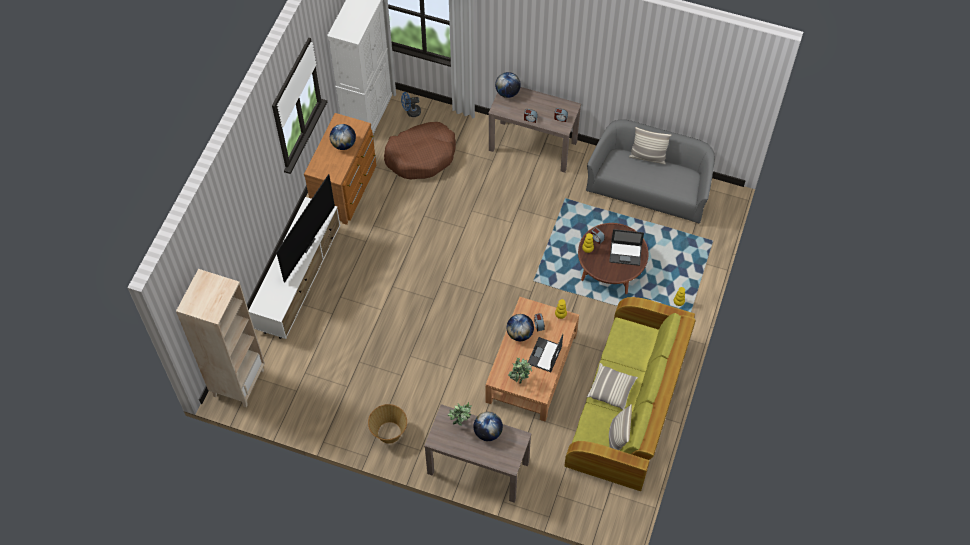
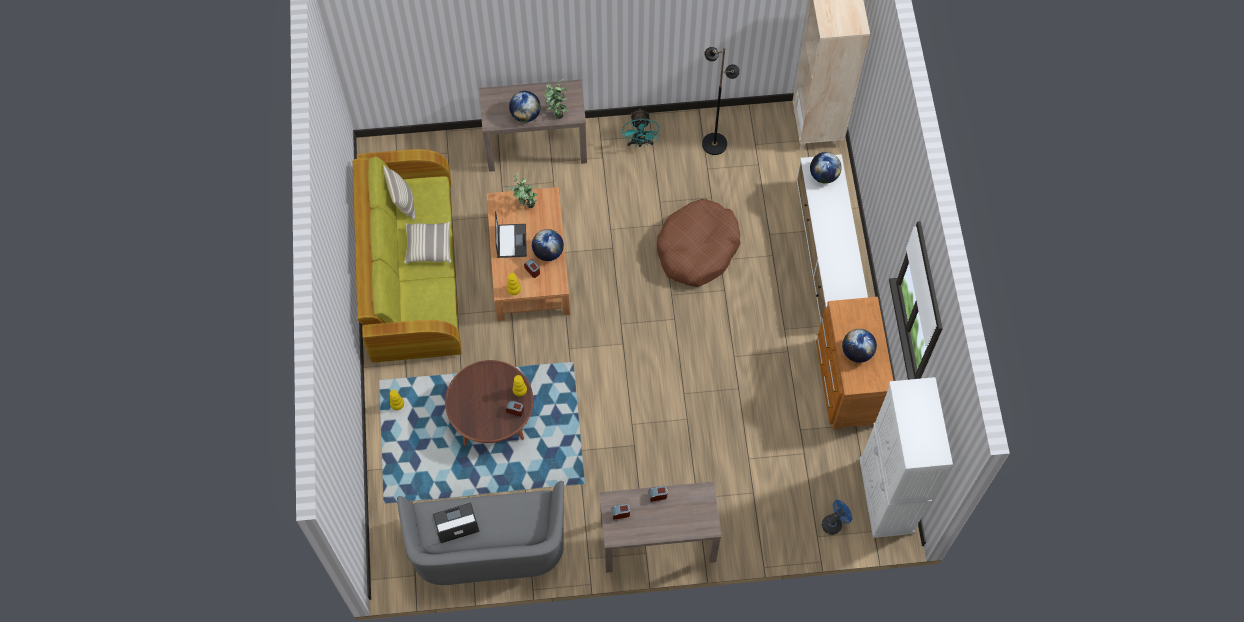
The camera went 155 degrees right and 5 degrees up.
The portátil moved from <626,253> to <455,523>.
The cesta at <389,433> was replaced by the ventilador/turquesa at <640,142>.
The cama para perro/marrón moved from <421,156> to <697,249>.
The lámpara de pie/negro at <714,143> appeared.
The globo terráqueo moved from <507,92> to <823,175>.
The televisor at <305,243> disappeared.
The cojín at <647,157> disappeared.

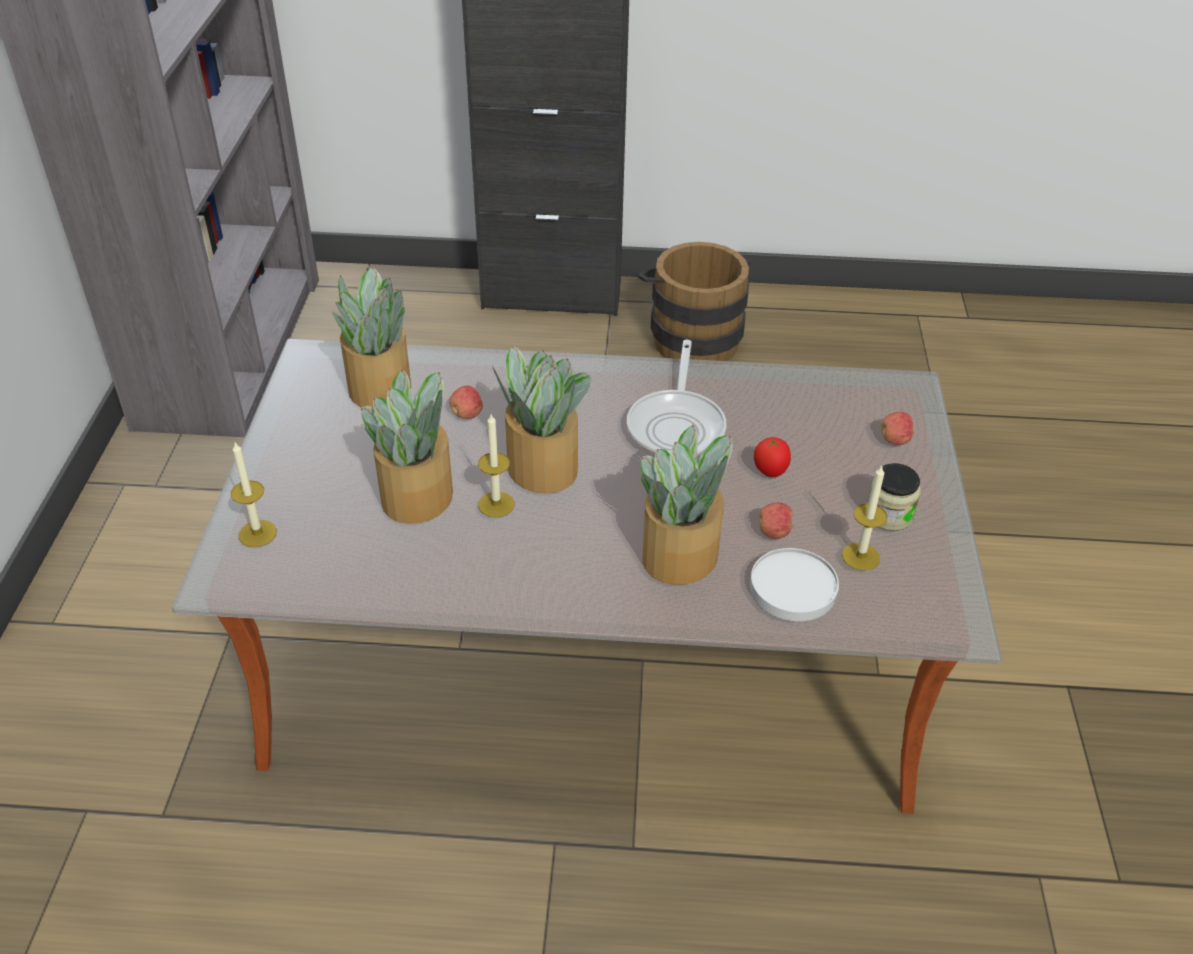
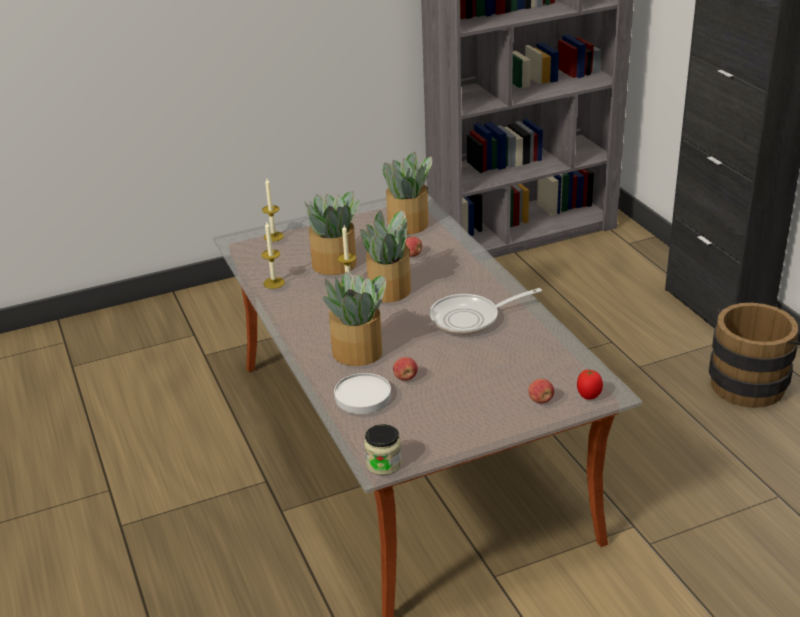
The camera went 65 degrees right and 10 degrees down.
The vela moved from <860,556> to <274,283>.
The tarro moved from <889,514> to <383,464>.
The tomate moved from <770,472> to <589,396>.

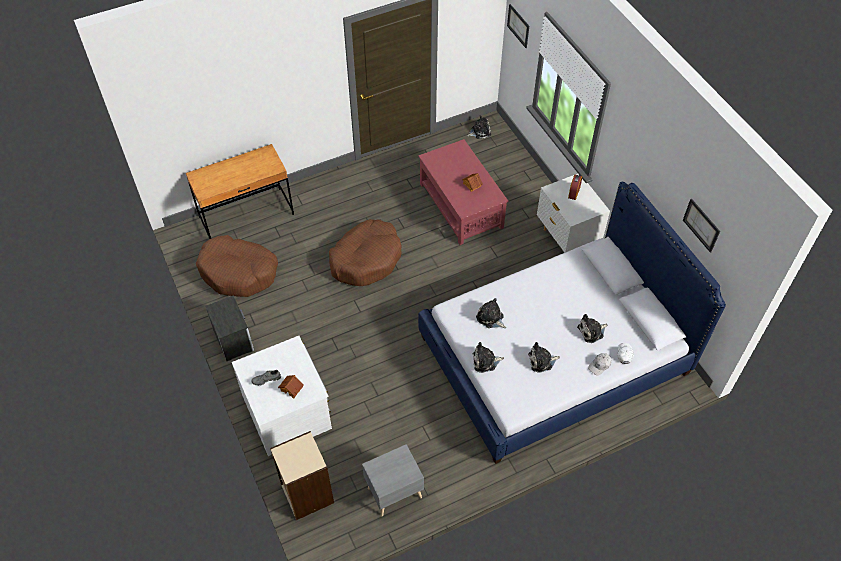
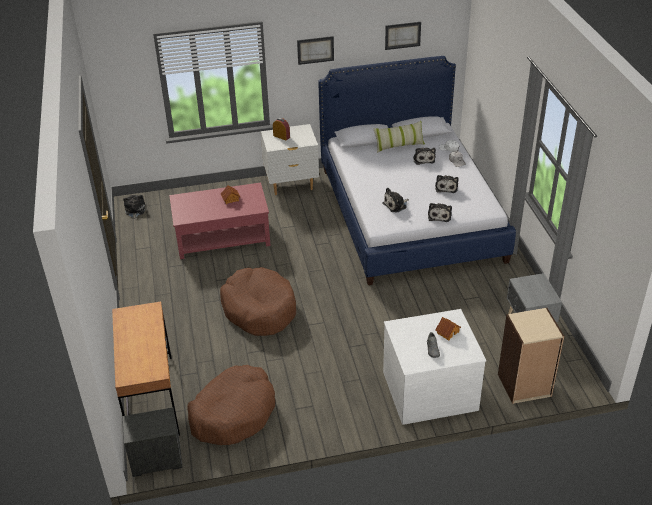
The camera went 75 degrees left and 15 degrees down.
The mesita de noche moved from <233,339> to <155,458>.
The cuadro moved from <518,25> to <315,50>.
The cojín at <399,145> appeared.

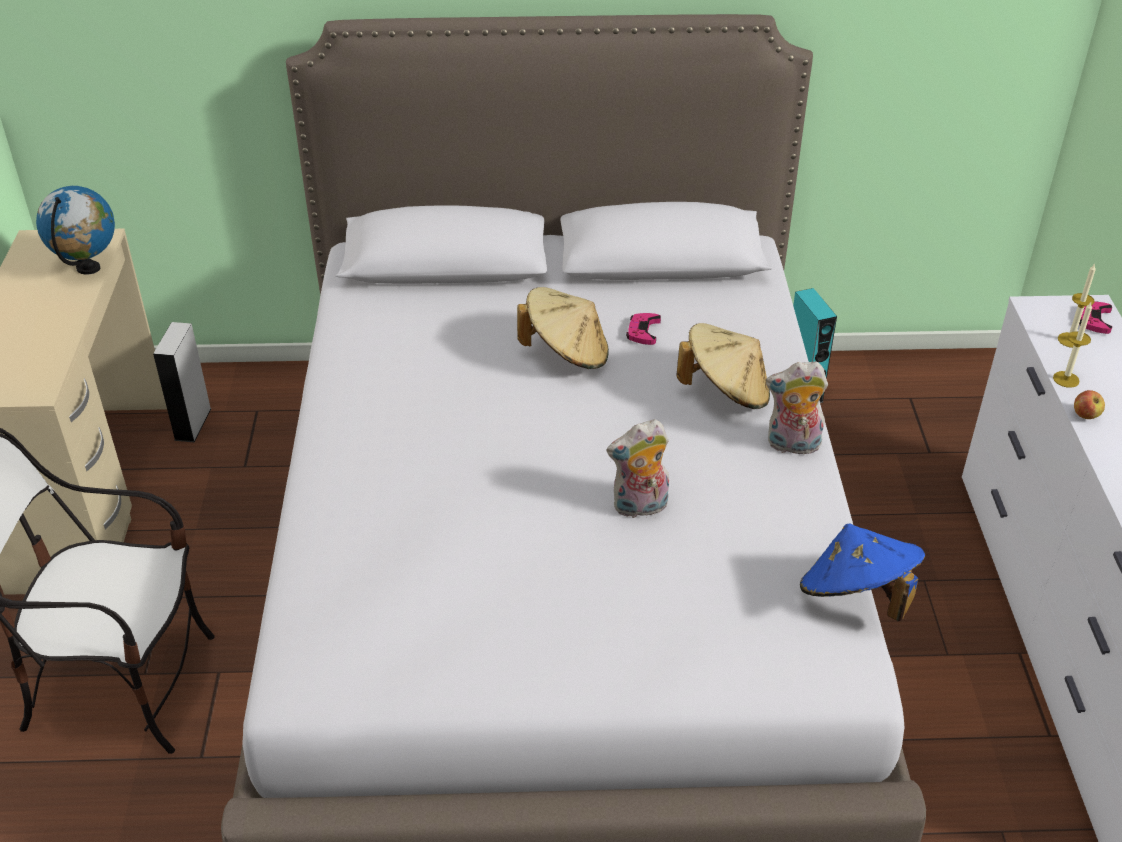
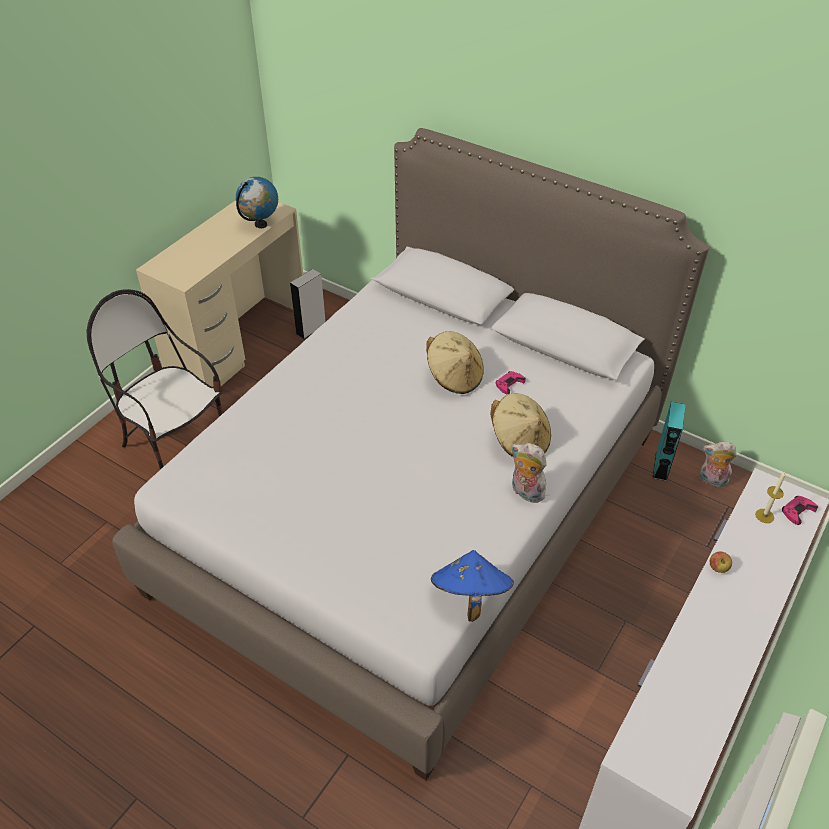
The camera went 35 degrees right and 5 degrees up.
The peluche moved from <639,507> to <712,480>.
The vela at <1066,379> disappeared.

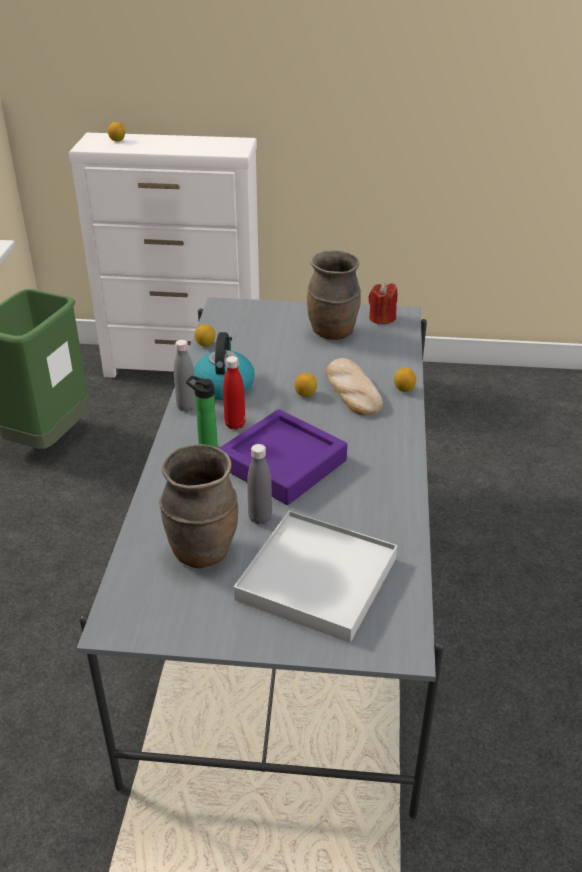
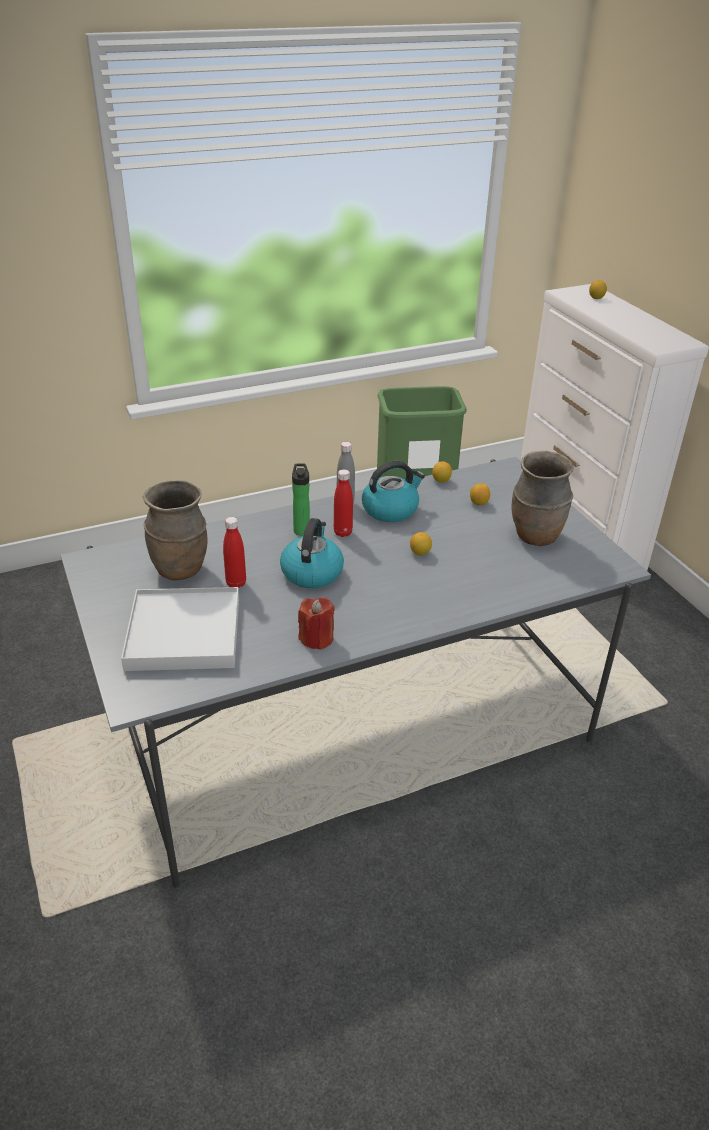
The camera went 60 degrees right and 0 degrees up.
The botella/gris at <260,518> became the botella/rojo at <236,583>.
The bandeja/morado at <282,463> was replaced by the hervidor at <312,572>.
The vela/rojo moved from <382,318> to <316,638>.
The limón moved from <404,389> to <478,503>.
The pan at <352,390> disappeared.

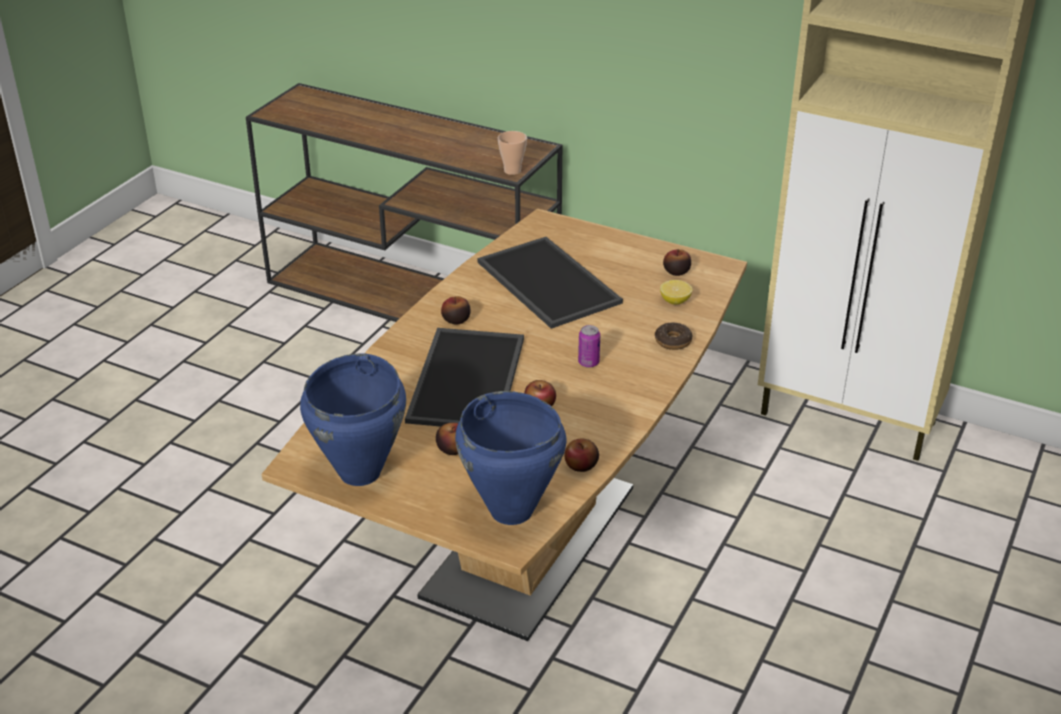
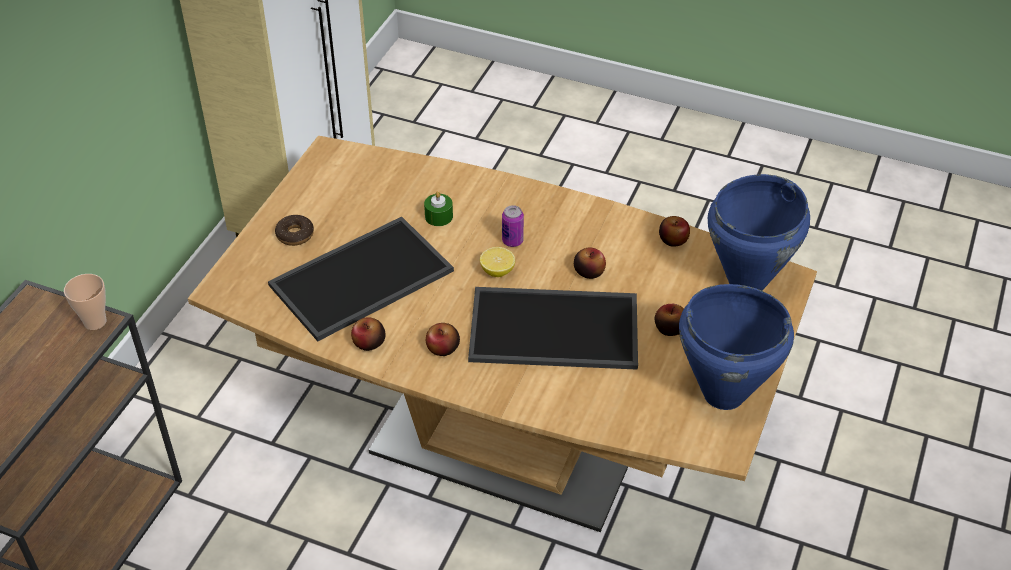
The camera went 95 degrees left and 10 degrees up.
The rosquilla moved from <673,341> to <295,235>.
The manzana moved from <676,272> to <369,343>.
The vela/verde at <439,216> appeared.
The limón moved from <675,301> to <497,271>.

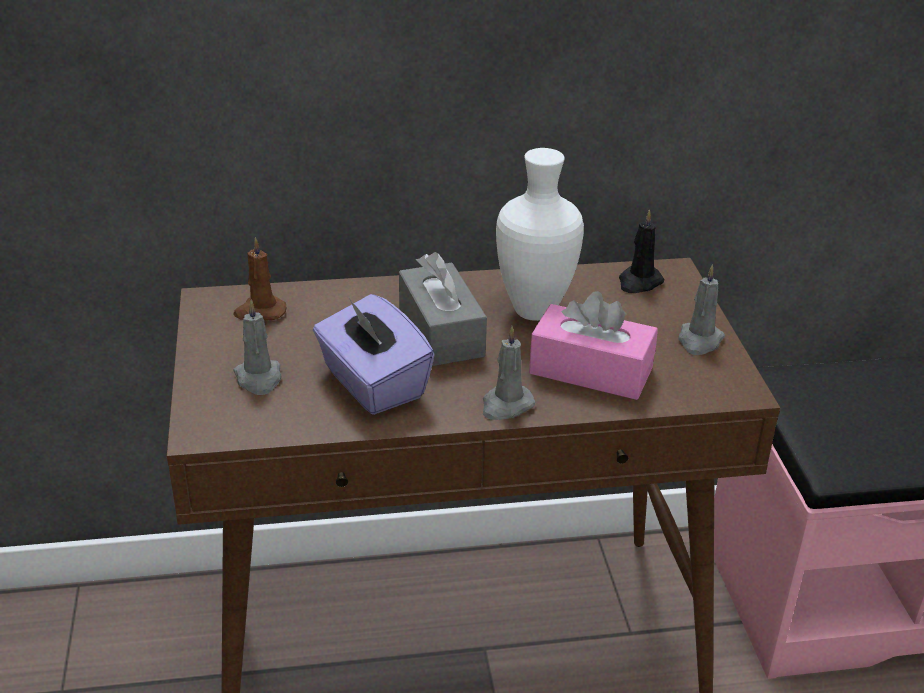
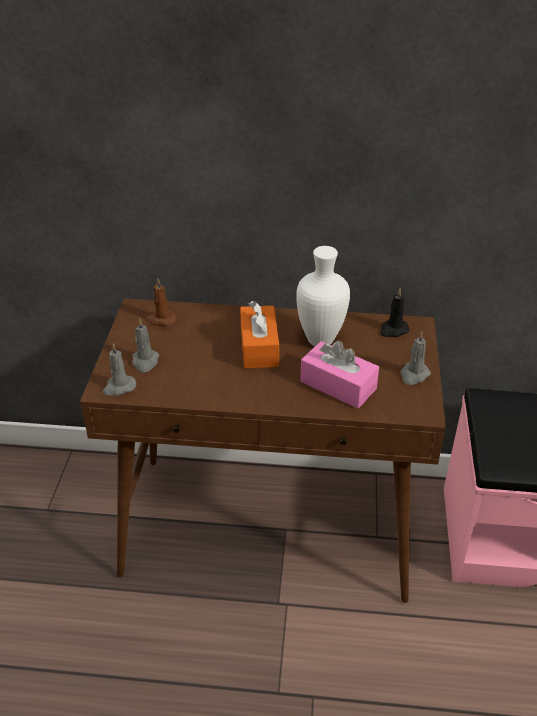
The camera went 15 degrees right and 5 degrees up.
The vela/gris moved from <506,405> to <119,387>.
The caja de pañuelos/gris at <441,332> became the caja de pañuelos/naranja at <259,347>.
The caja de pañuelos/morado at <372,384> disappeared.

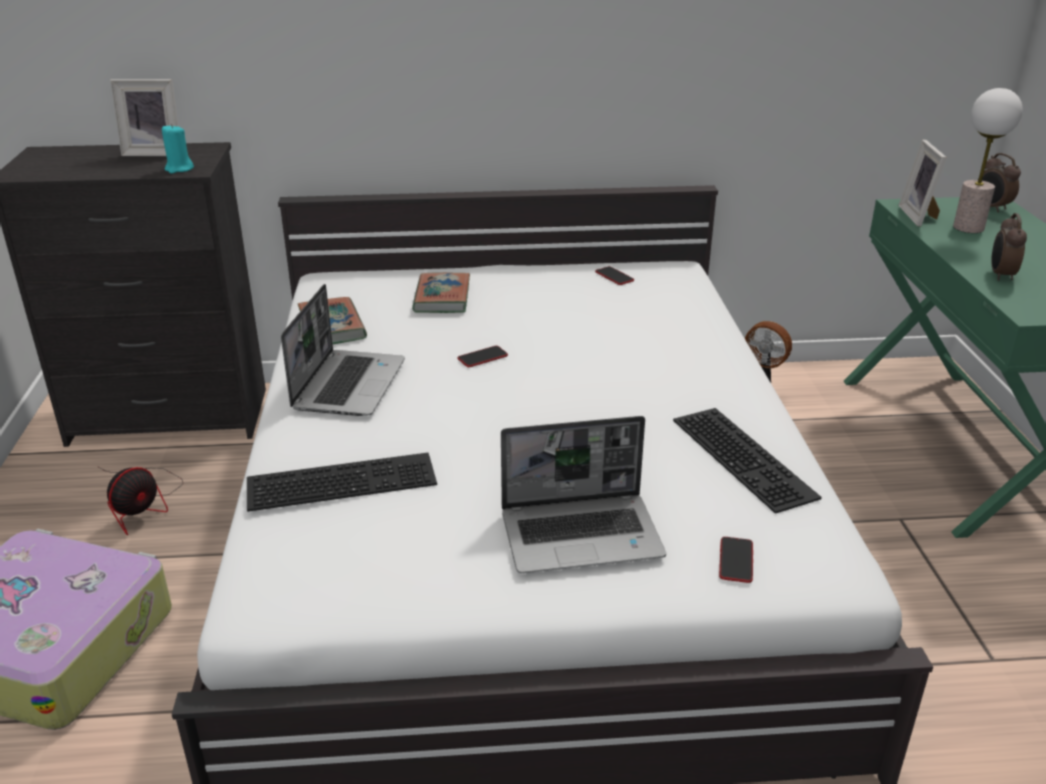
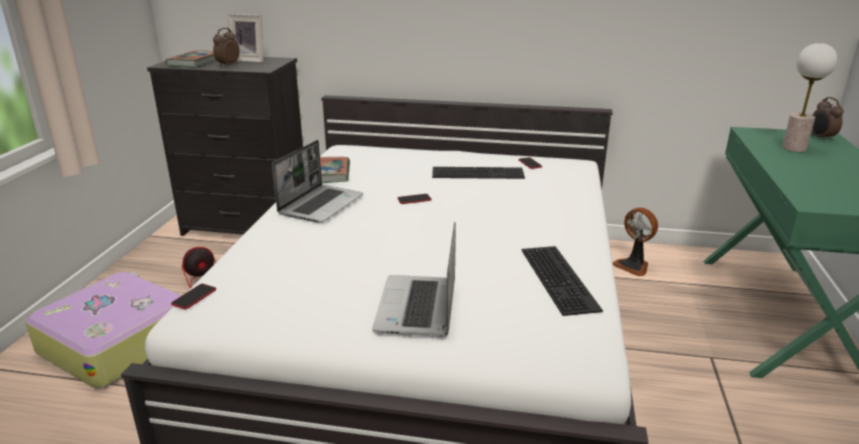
The camera went 15 degrees right and 5 degrees down.
The libro moved from <442,298> to <194,63>.
The móvil moved from <736,560> to <194,297>.
The despertador moved from <1000,275> to <227,65>.
The portátil at <583,534> turned 90 degrees clockwise.
The teclado moved from <343,479> to <478,172>.
The vela/turquesa at <179,169> disappeared.
The portarretratos at <920,216> disappeared.

